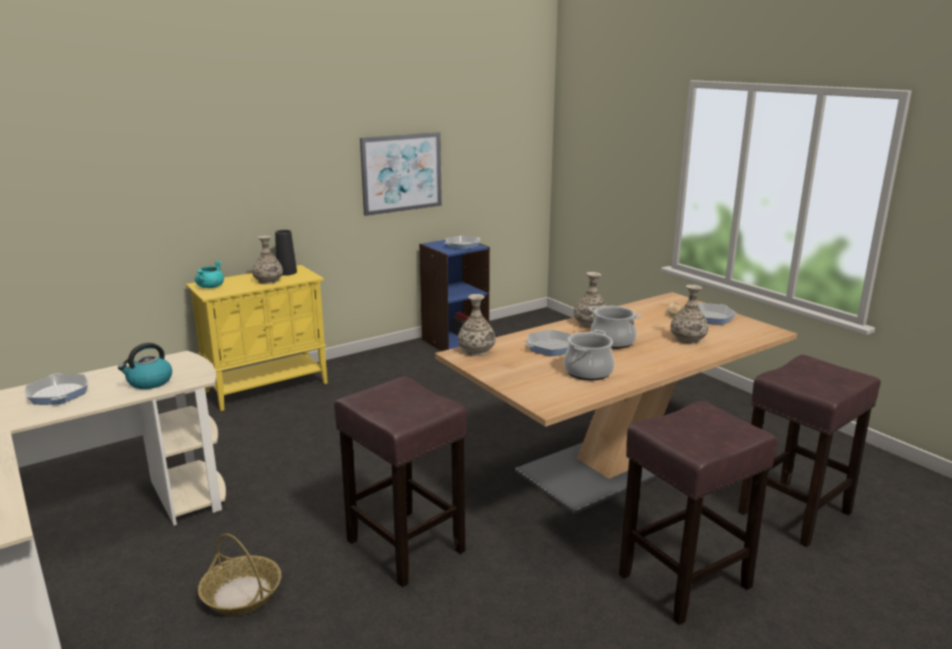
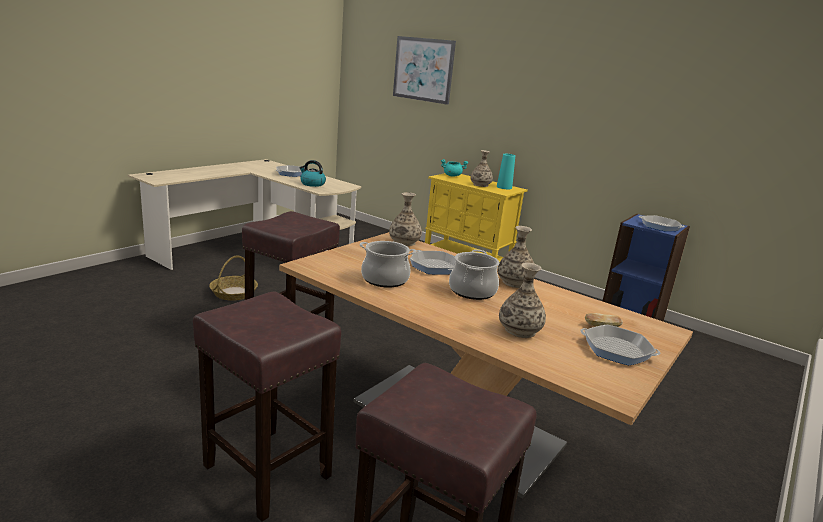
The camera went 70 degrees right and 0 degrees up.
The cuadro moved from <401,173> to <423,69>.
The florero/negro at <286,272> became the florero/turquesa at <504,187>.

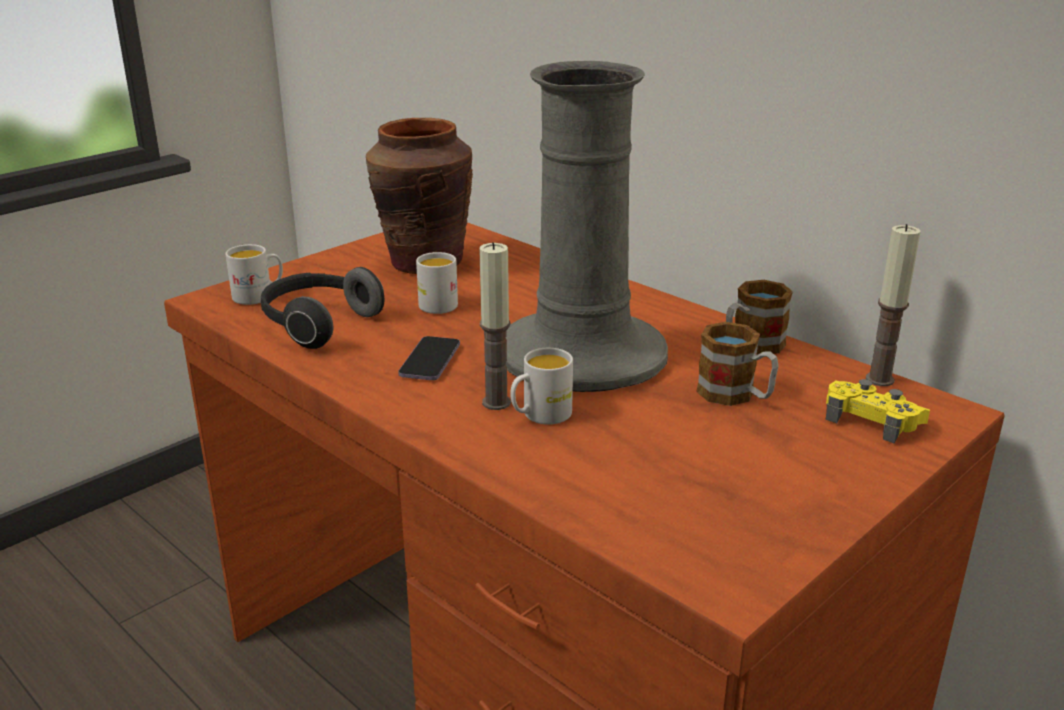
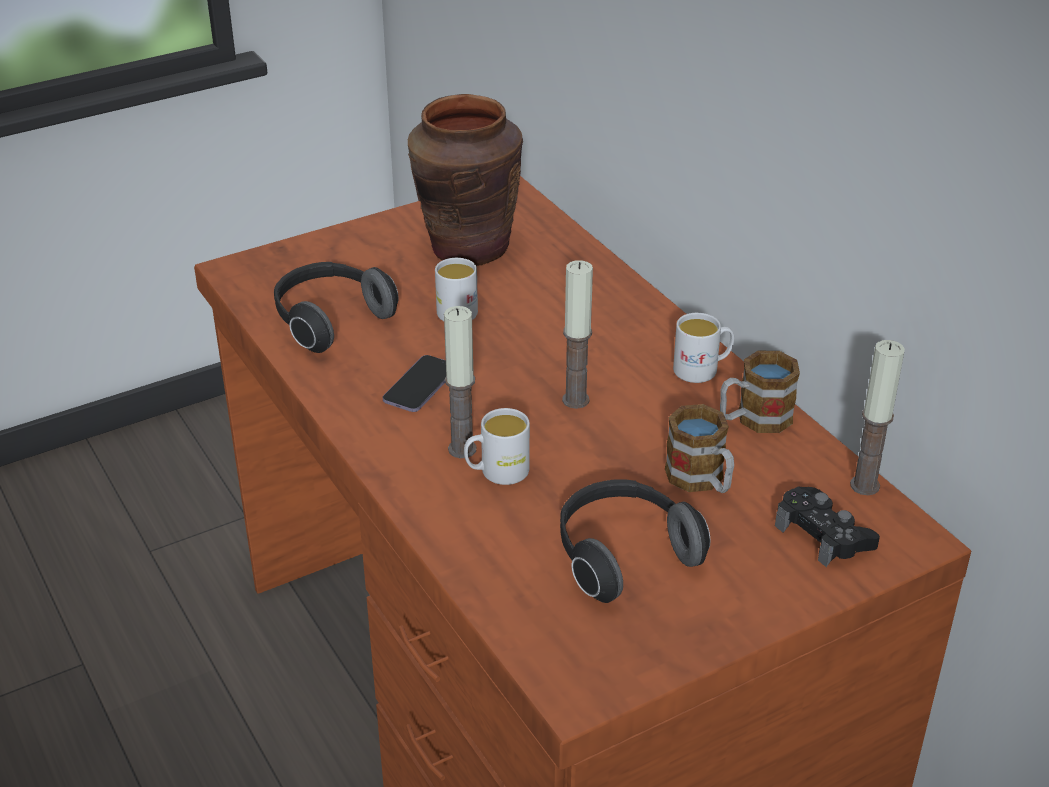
The camera went 15 degrees right and 10 degrees up.
The auriculares at <622,555> appeared.
The florero/gris at <583,353> was replaced by the vela at <575,400>.
The taza grande/blanco moved from <259,296> to <702,369>.
The mando de consola/amarillo at <872,420> became the mando de consola/negro at <823,535>.

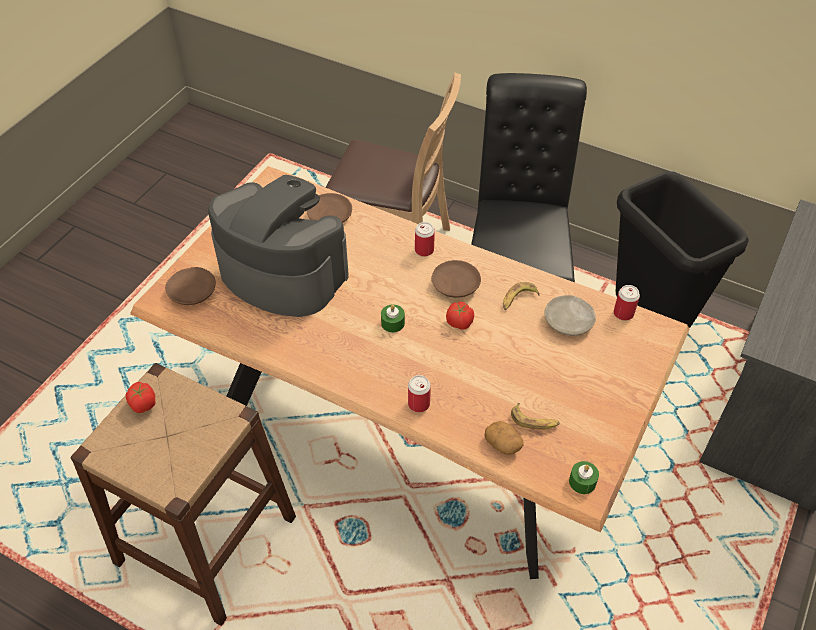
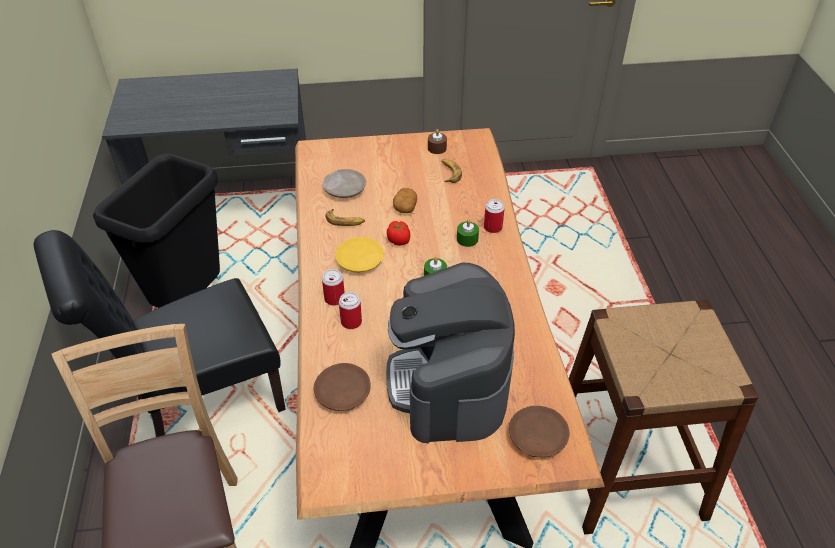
The camera went 125 degrees left and 5 degrees down.
The plato/marrón at <455,284> became the plato/amarillo at <359,261>.
The lata moved from <623,313> to <351,322>.
The patata moved from <503,444> to <405,207>.
The vela/marrón at <437,148> appeared.
The vela/verde moved from <582,482> to <467,239>.
The tomate at <143,404> disappeared.

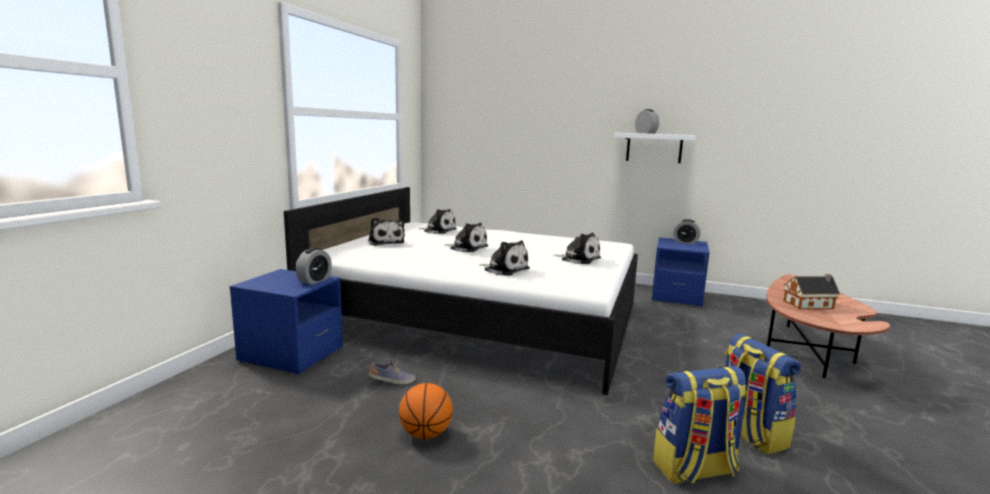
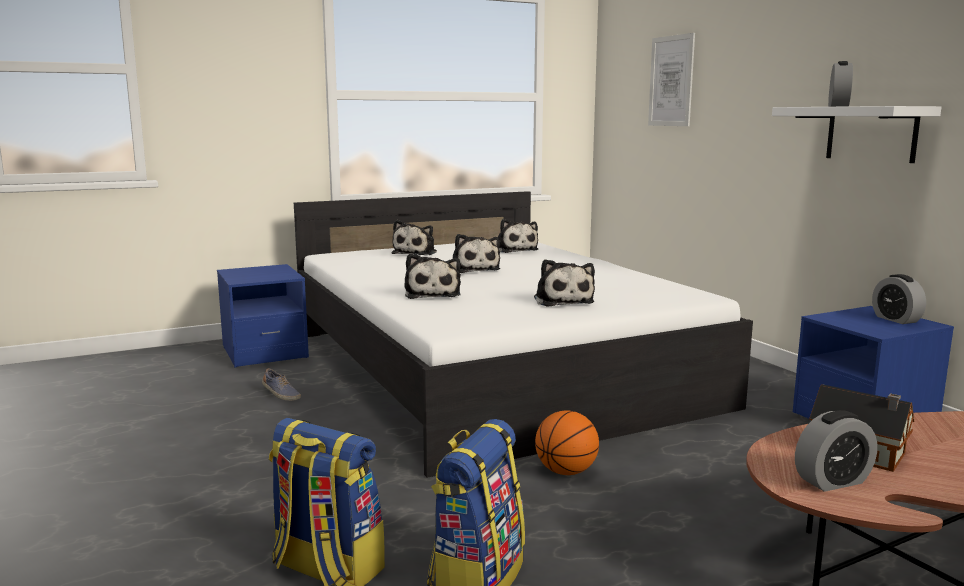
The camera went 45 degrees right and 0 degrees up.
The balón de baloncesto moved from <426,434> to <566,471>.
The cuadro at <671,81> appeared.
The despertador moved from <314,280> to <832,481>.

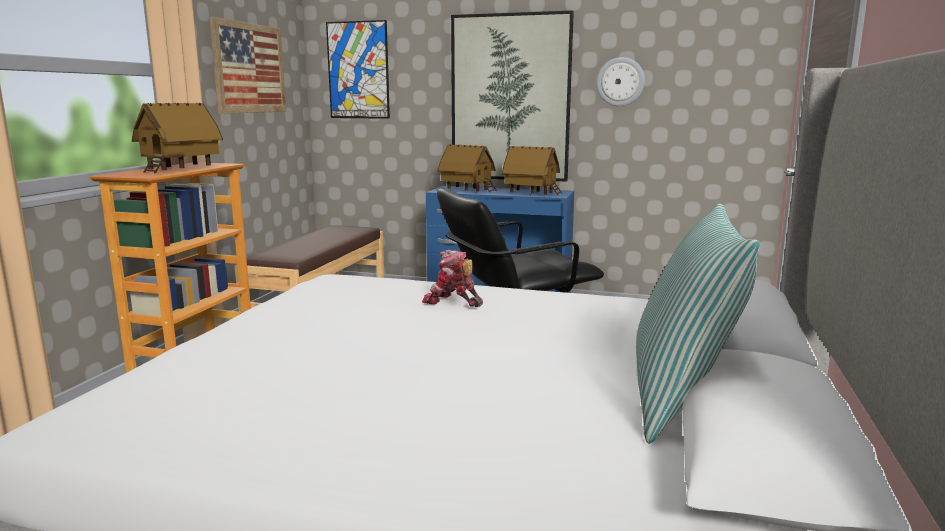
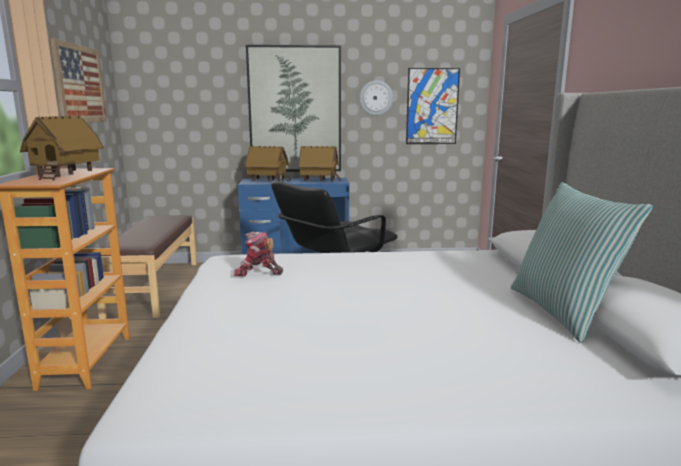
The camera went 20 degrees left and 0 degrees up.
The robot de juguete moved from <452,301> to <257,272>.
The cuadro moved from <358,70> to <432,106>.

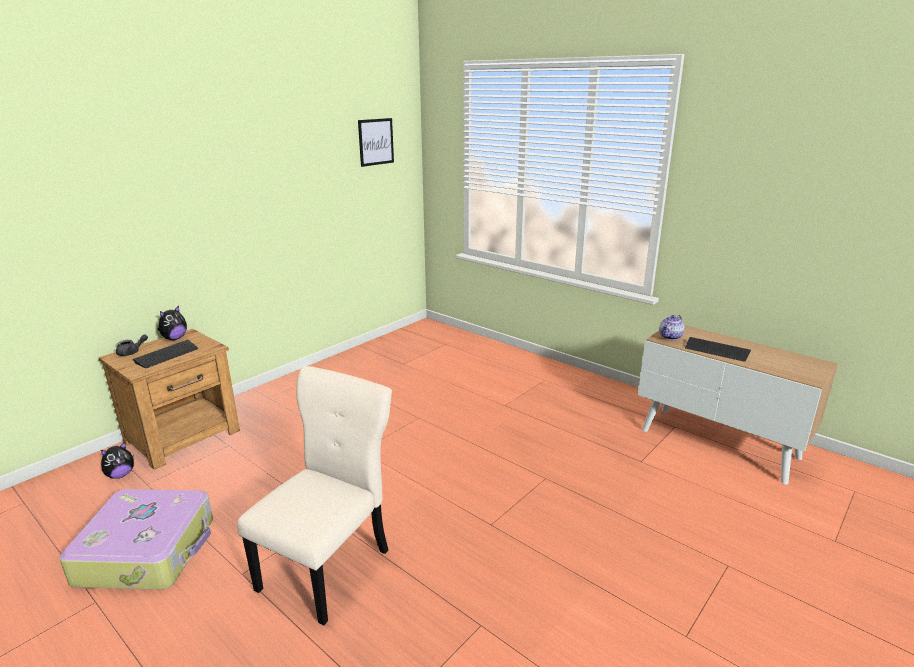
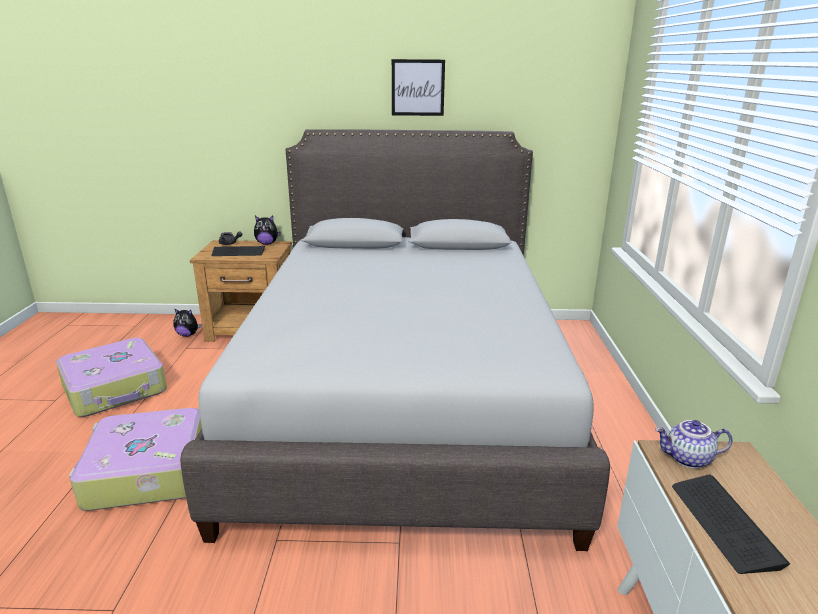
The camera went 50 degrees right and 0 degrees up.
The silla/beis at <328,566> was replaced by the maleta at <145,472>.
The cama/gris at <403,399> appeared.
The cuadro moved from <376,142> to <418,87>.

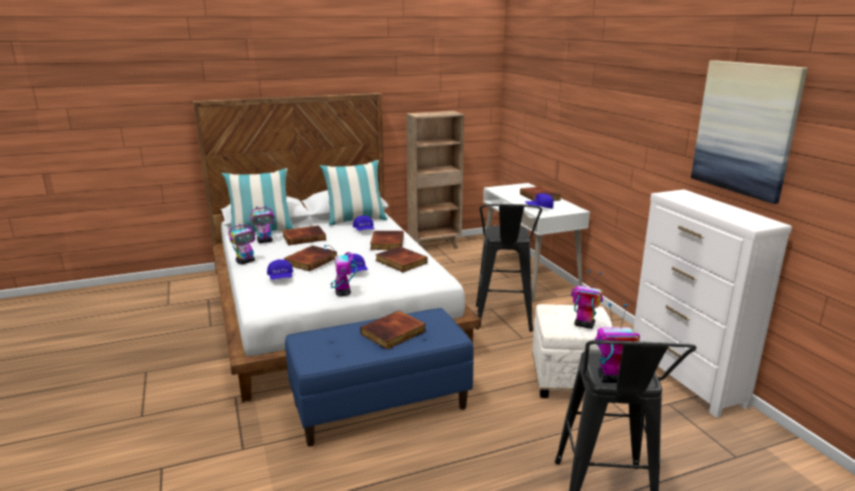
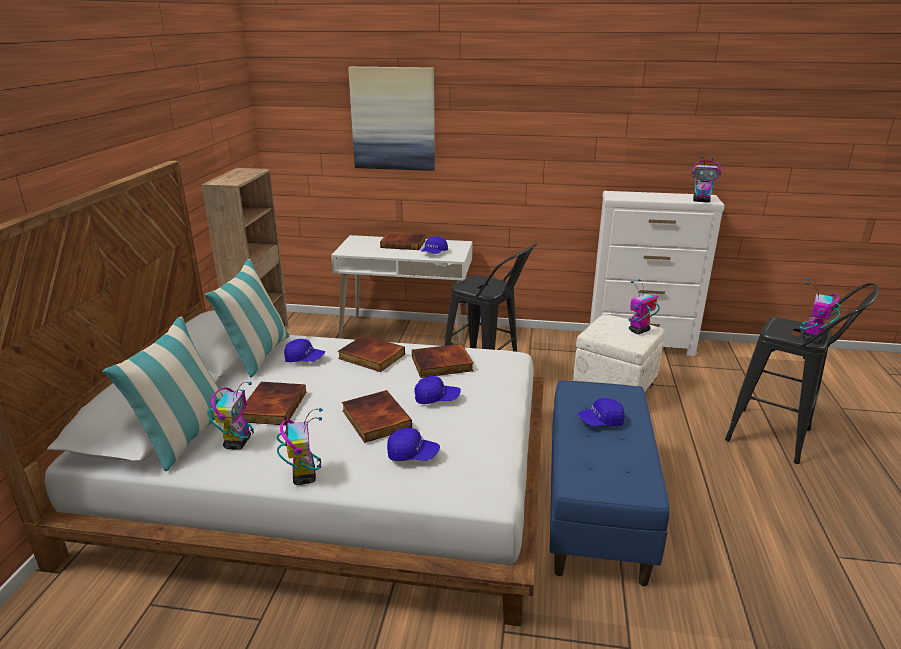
The camera went 60 degrees left and 5 degrees up.
The cuadro moved from <745,128> to <393,119>.
The libro at <394,333> was replaced by the gorra/azul at <600,422>.
The robot de juguete moved from <343,293> to <701,201>.

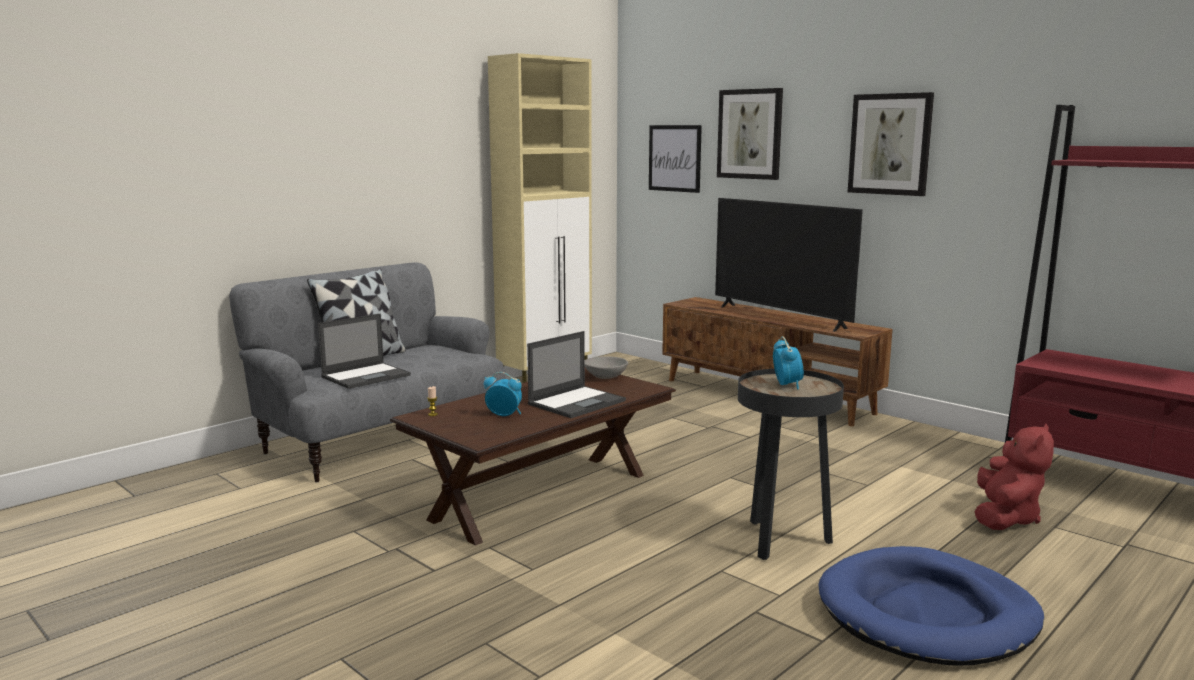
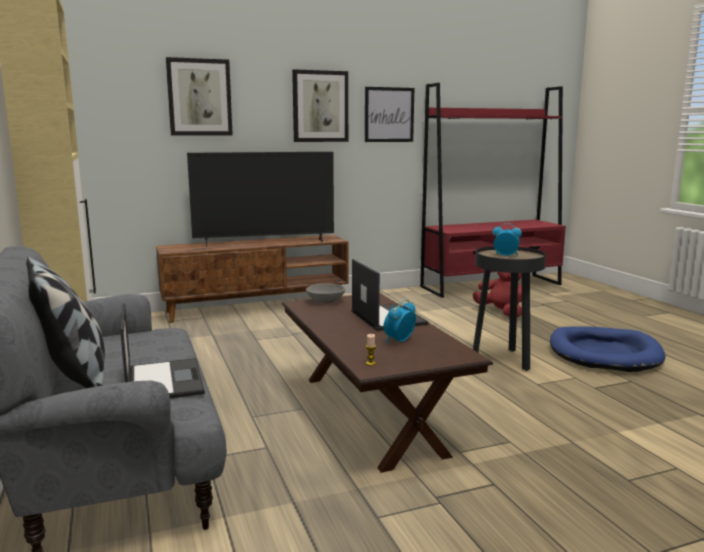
The camera went 65 degrees left and 0 degrees up.
The cuadro moved from <674,158> to <389,114>.

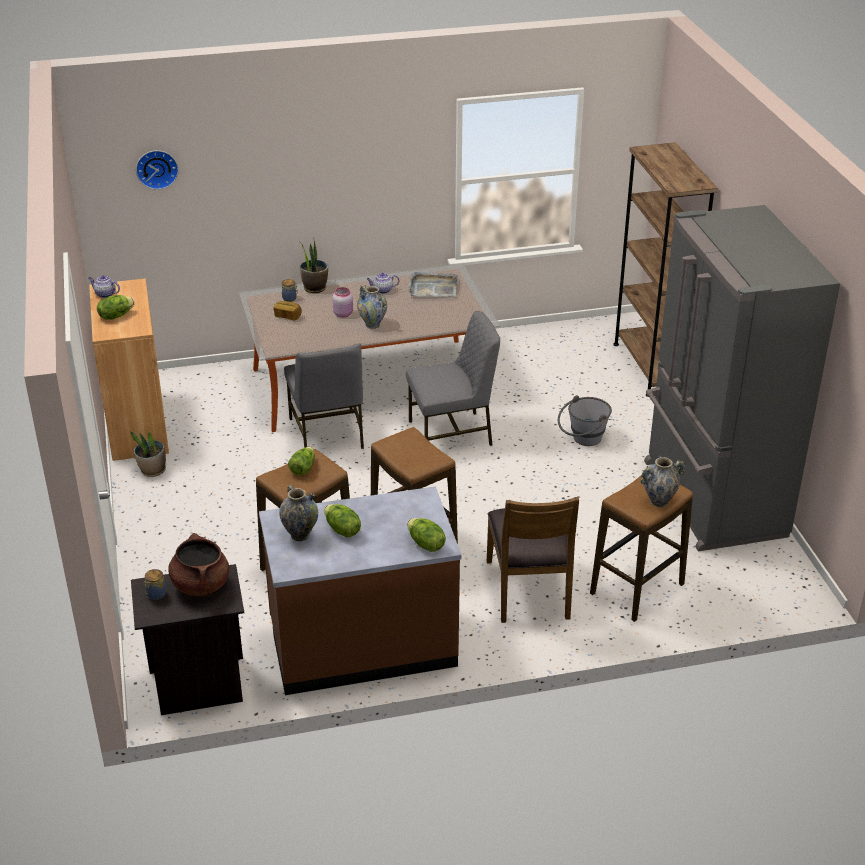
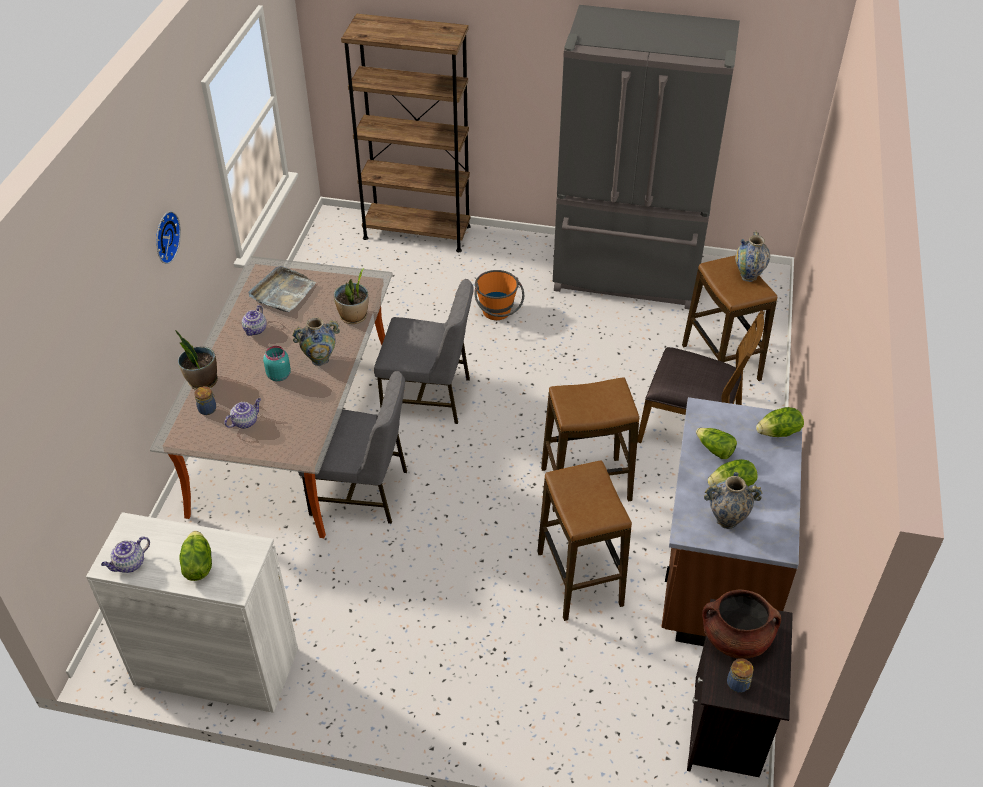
The camera went 65 degrees left and 10 degrees up.
The armario/marrón at <137,425> became the armario/blanco at <216,666>.
The reloj de pared moved from <156,168> to <164,237>.
The pan at <288,316> was replaced by the tetera at <245,421>.
The tarro/rosa at <343,314> became the tarro/turquesa at <278,375>.
The planta en maceta moved from <152,470> to <353,316>.
The silla/gris at <452,434> turned 90 degrees clockwise.
The cubo/gris at <582,440> became the cubo/naranja at <498,315>.
The lechuga moved from <302,468> to <715,450>.

